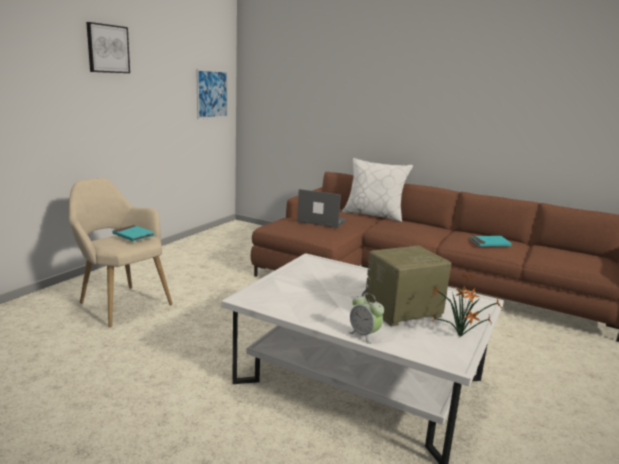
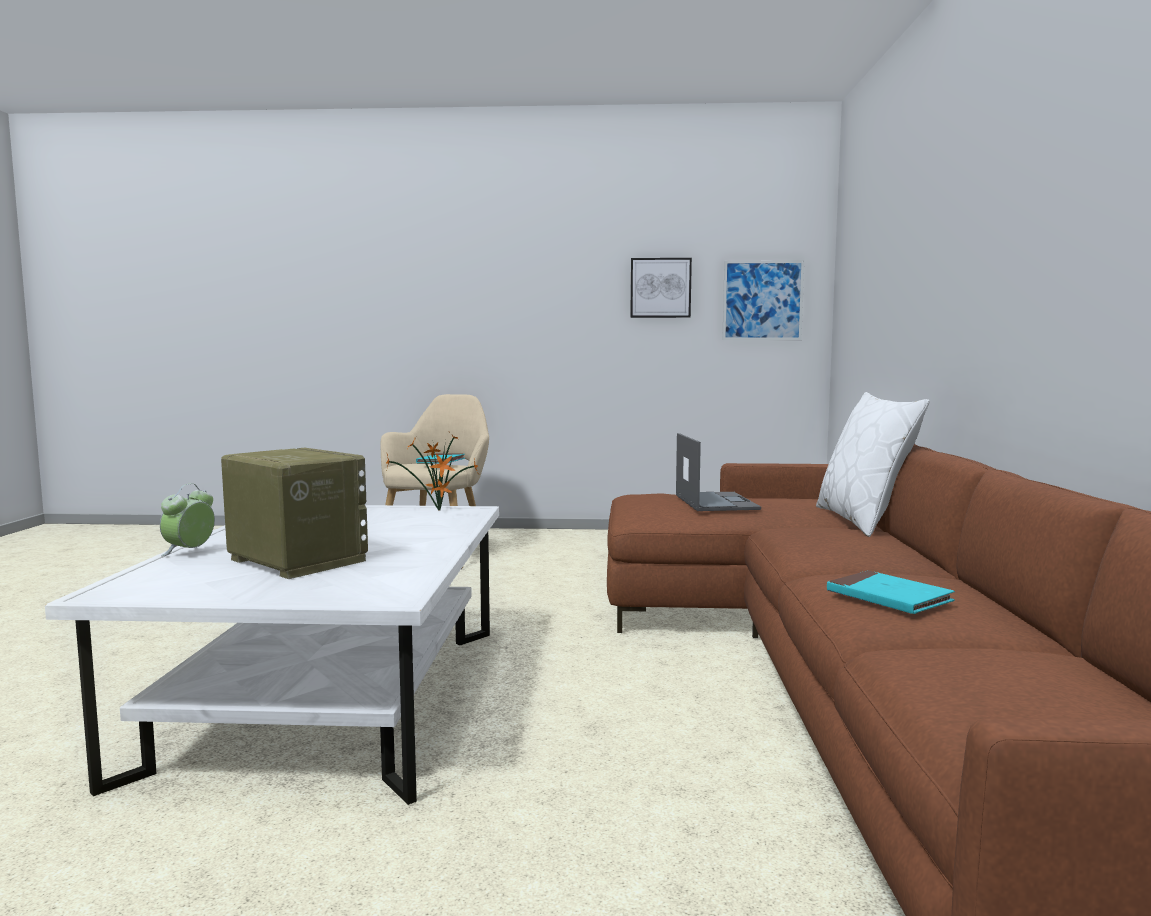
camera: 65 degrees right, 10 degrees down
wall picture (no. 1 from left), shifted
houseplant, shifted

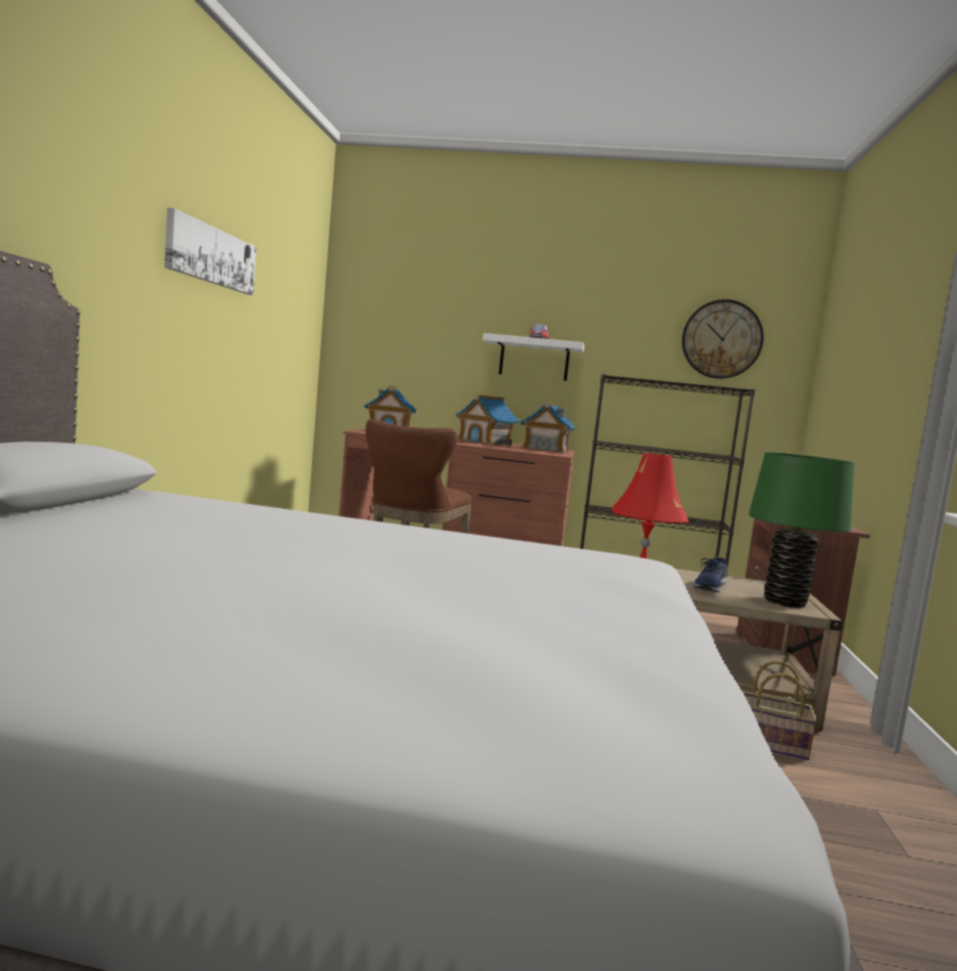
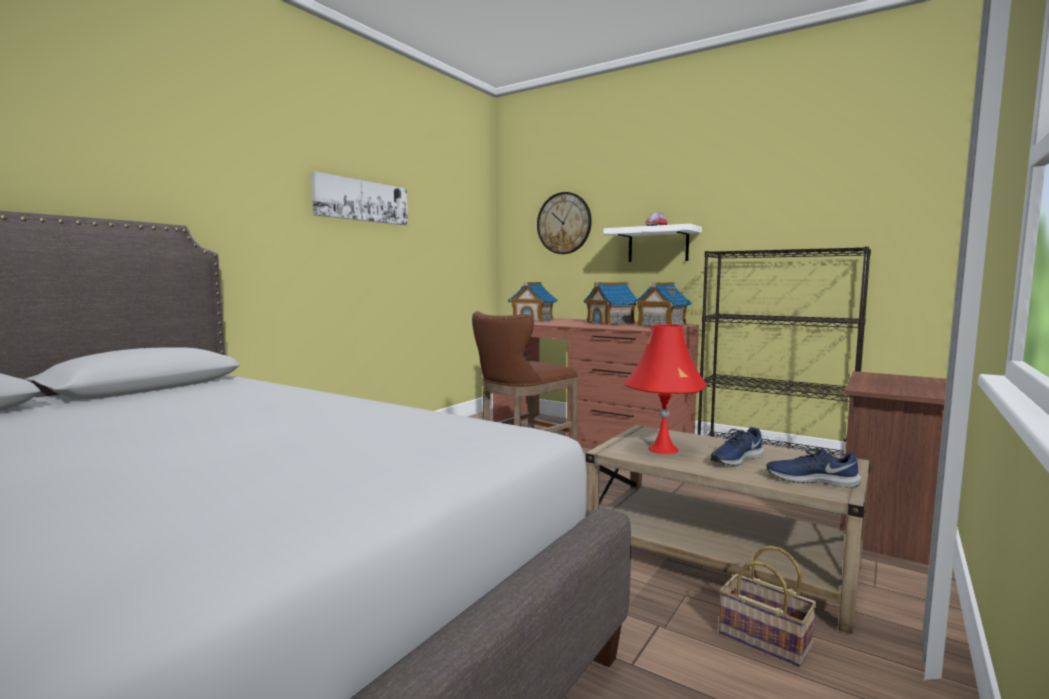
camera: 25 degrees right, 0 degrees up
clock on the wall, shifted
table lamp (greenish) => shoe (bluish) (no. 2 from left)

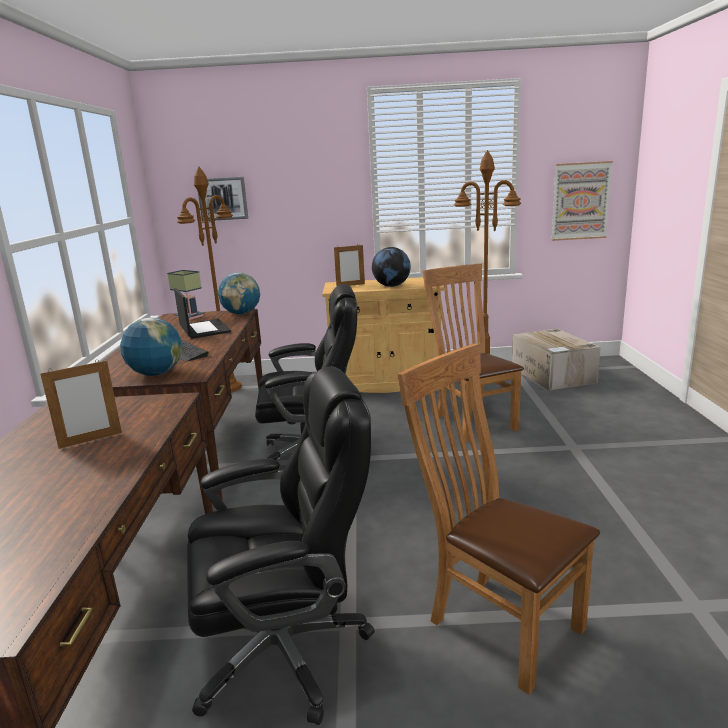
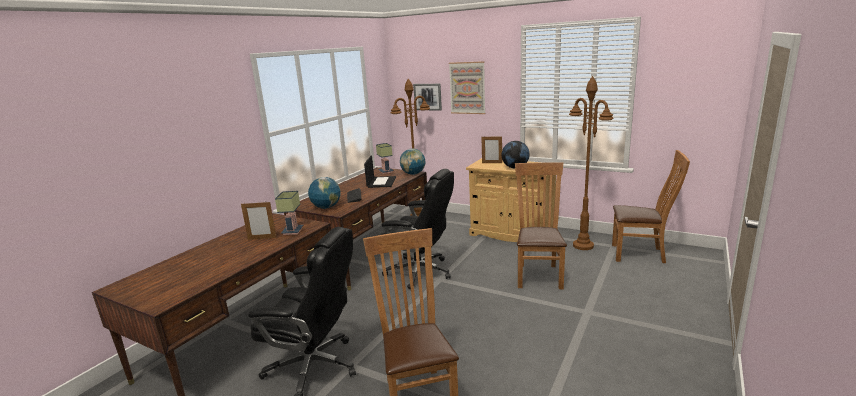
camera: 30 degrees right, 0 degrees up
wall picture (no. 2 from left), shifted
packing box => chair (brownish) (no. 3 from left)
nothing => table lamp (no. 1 from left)

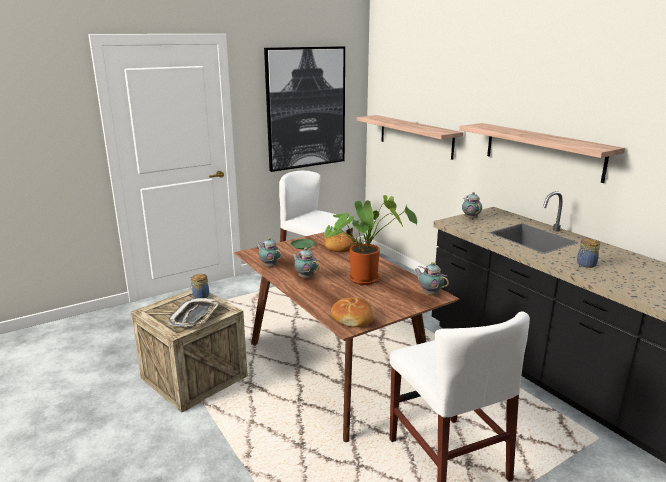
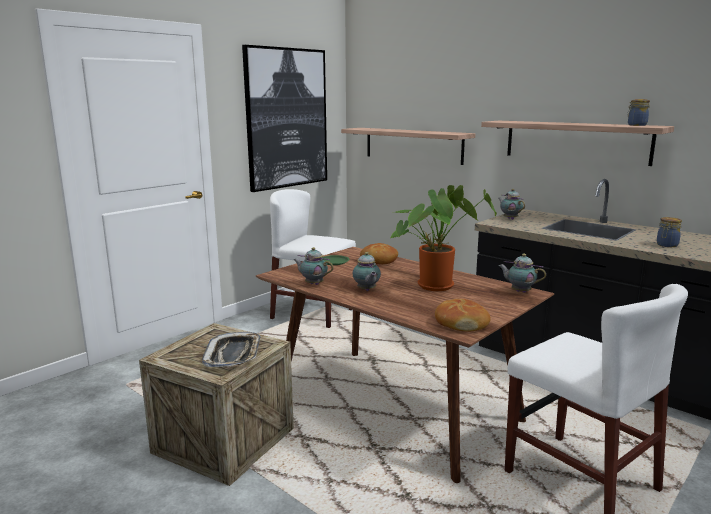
camera: 15 degrees left, 5 degrees down
teapot (no. 2 from left), 135 degrees counterclockwise
storage jar (no. 1 from left), shifted

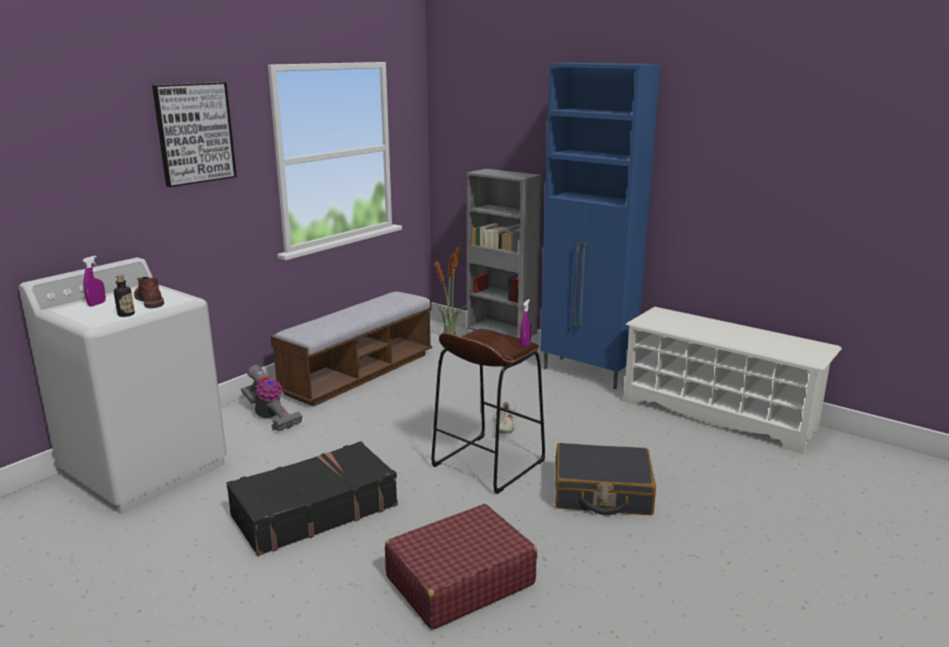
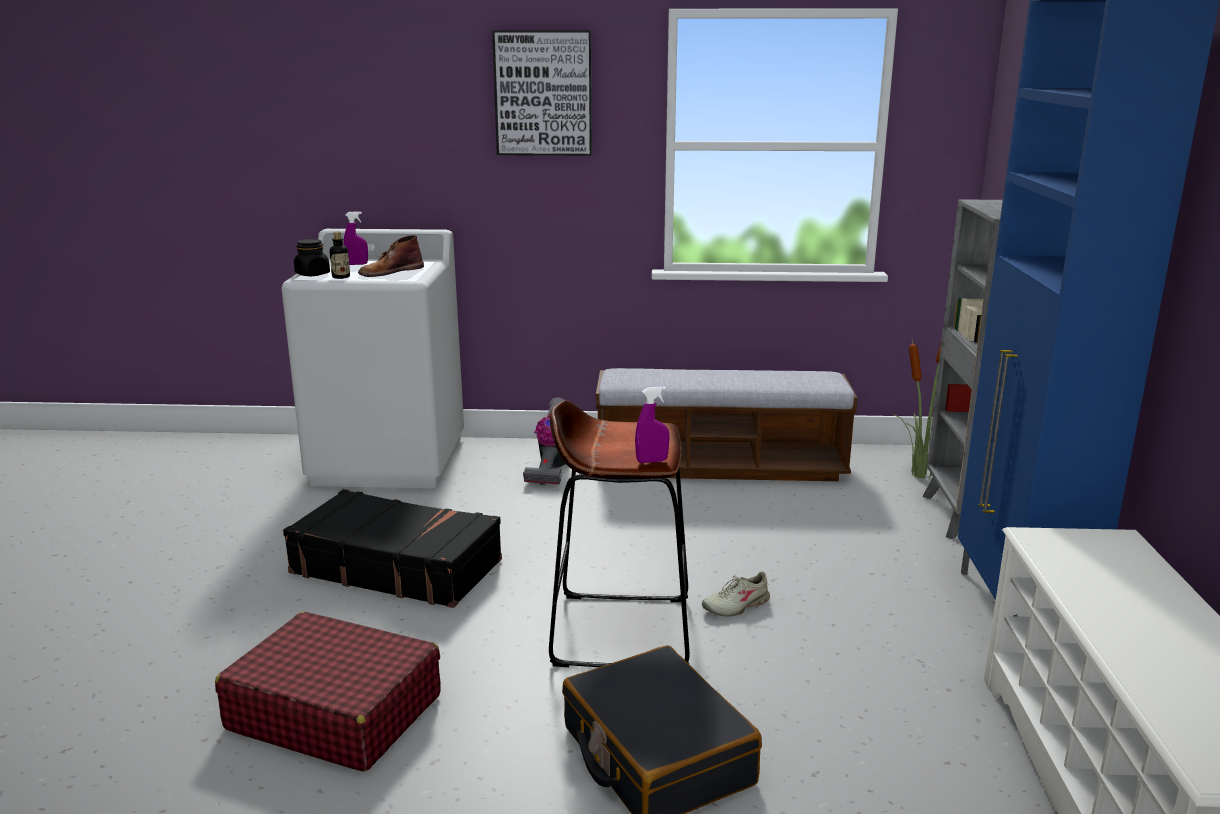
camera: 55 degrees right, 0 degrees up
boot (brownish), 150 degrees counterclockwise
nothing => storage jar (blackish)

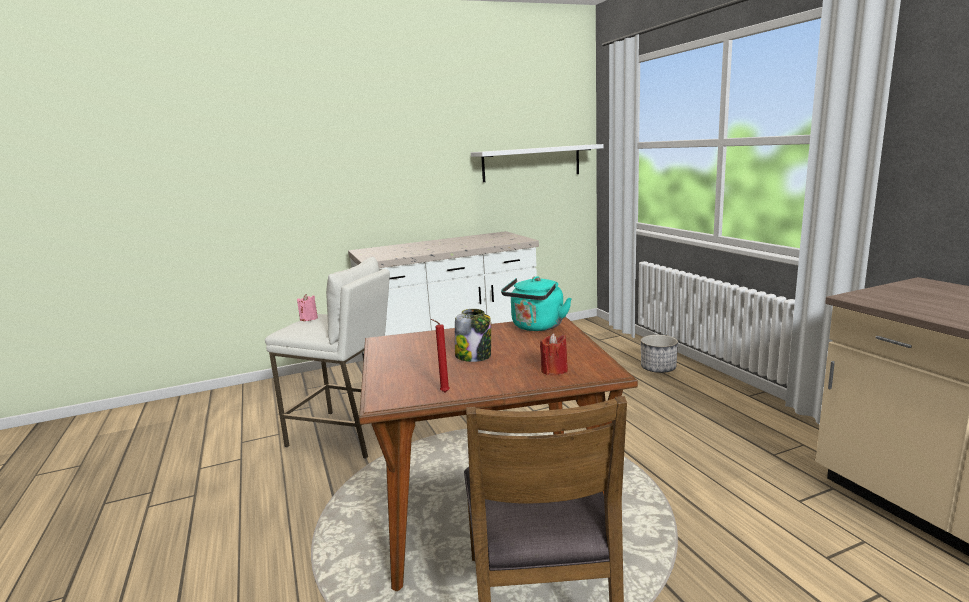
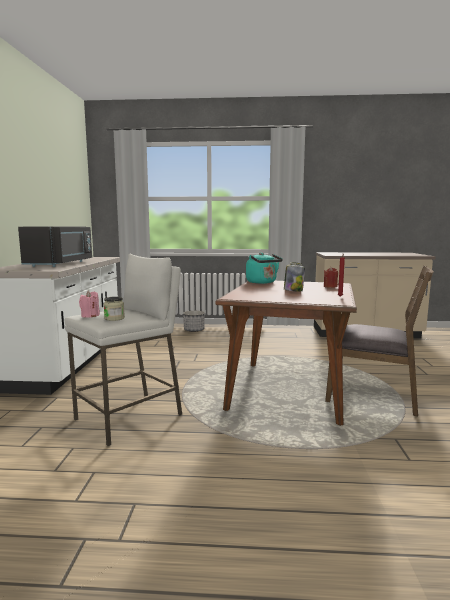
camera: 65 degrees left, 5 degrees down
bracket shelf (white-coloured) => nothing
nothing => microwave (blackish)
nothing => storage jar (no. 1 from left)

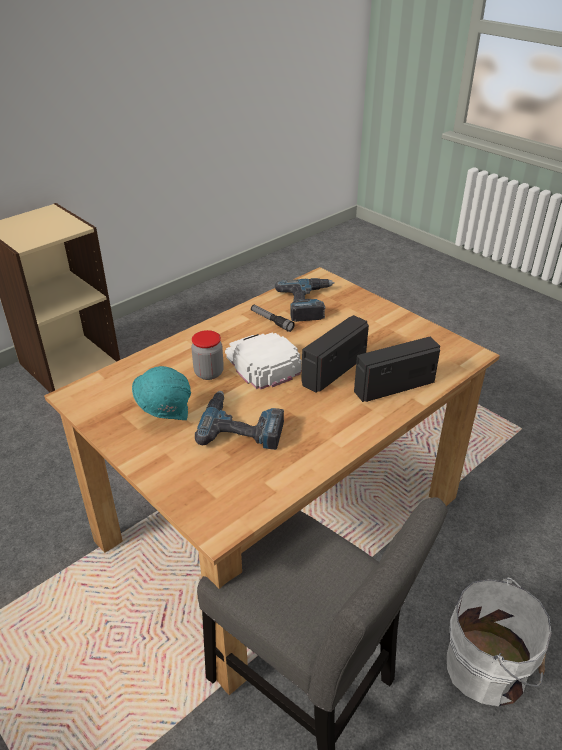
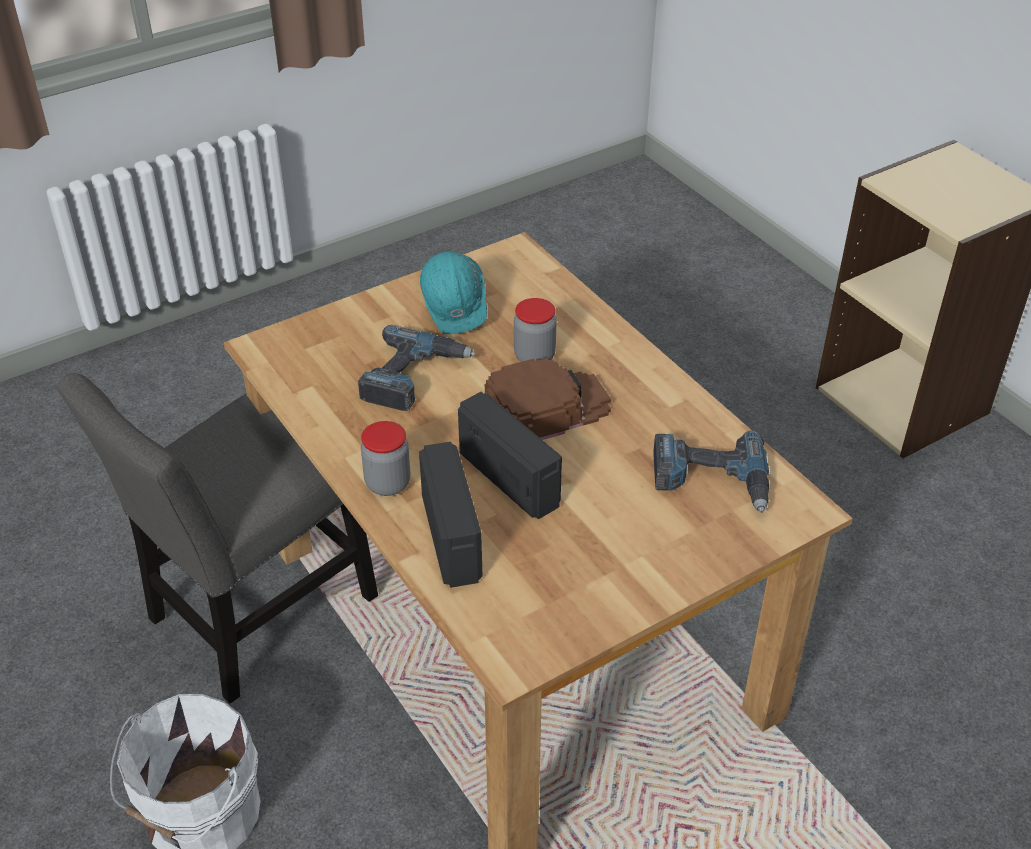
camera: 100 degrees right, 5 degrees up
flashlight => nothing
cap (white-coloured) => cap (brownish)
nothing => storage jar (no. 1 from left)

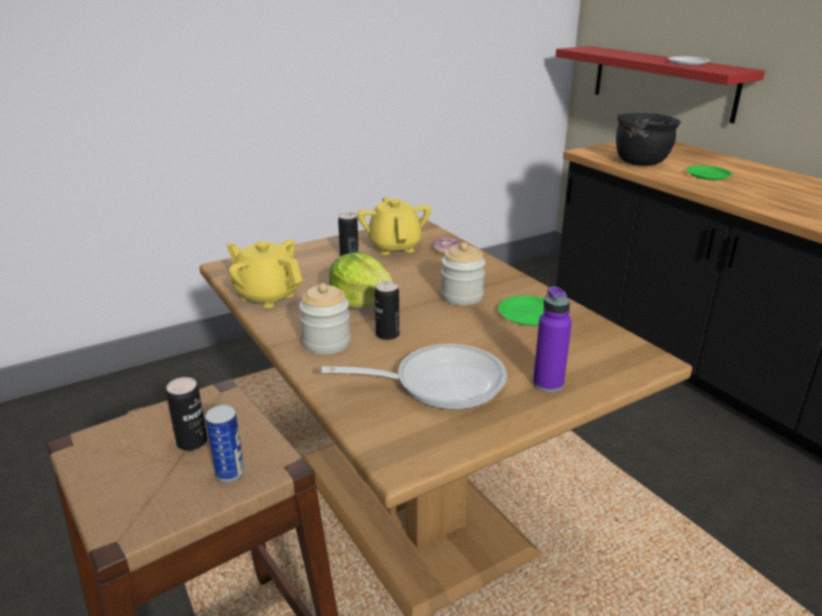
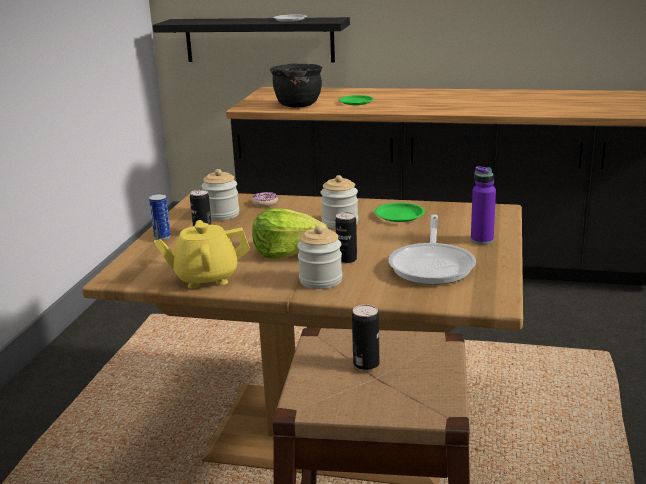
camera: 45 degrees left, 5 degrees down
bracket shelf (red-coloured) => bracket shelf (blackish)
teapot (yellowish) (no. 2 from left) => storage jar (no. 1 from left)
frying pan, 150 degrees clockwise
metal can (no. 2 from left in the first image) => metal can (no. 1 from left), shifted

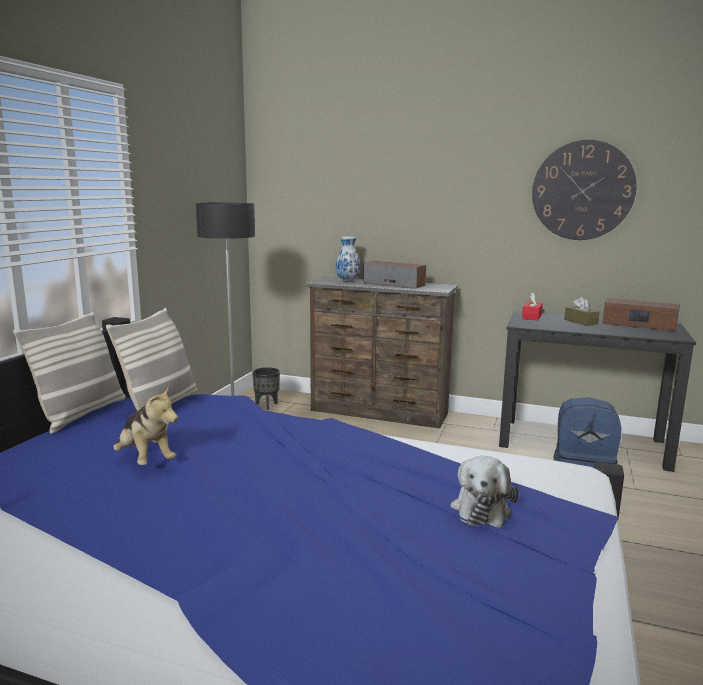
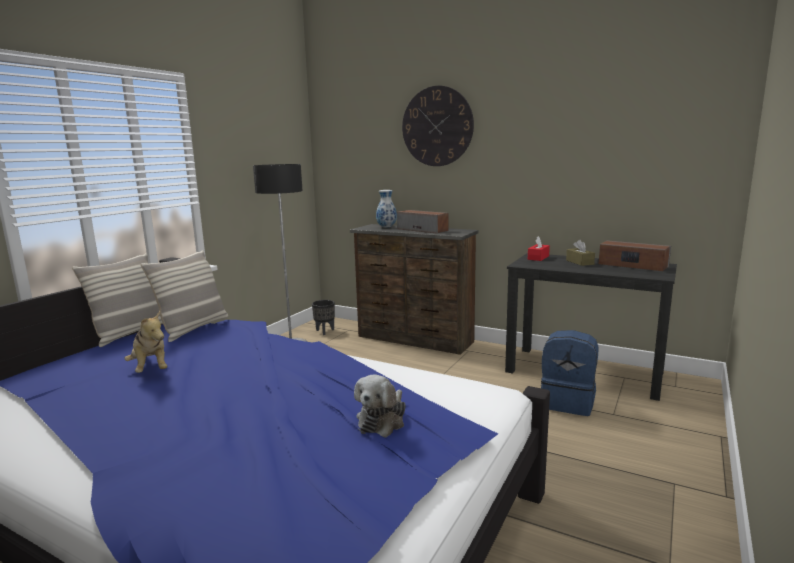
camera: 10 degrees right, 0 degrees up
clock on the wall, shifted

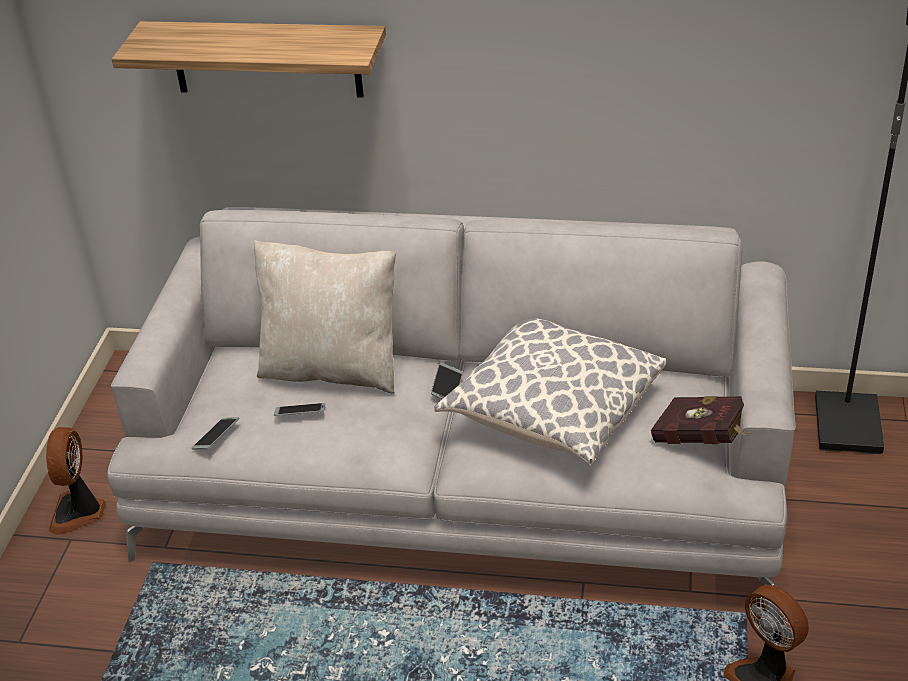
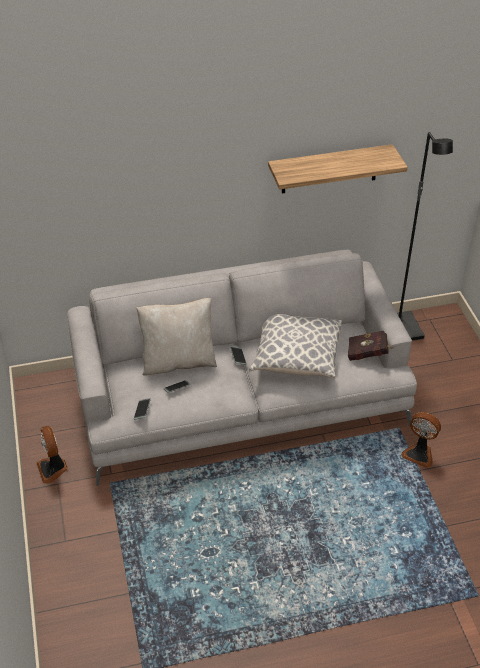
camera: 25 degrees left, 5 degrees up
bracket shelf, shifted

